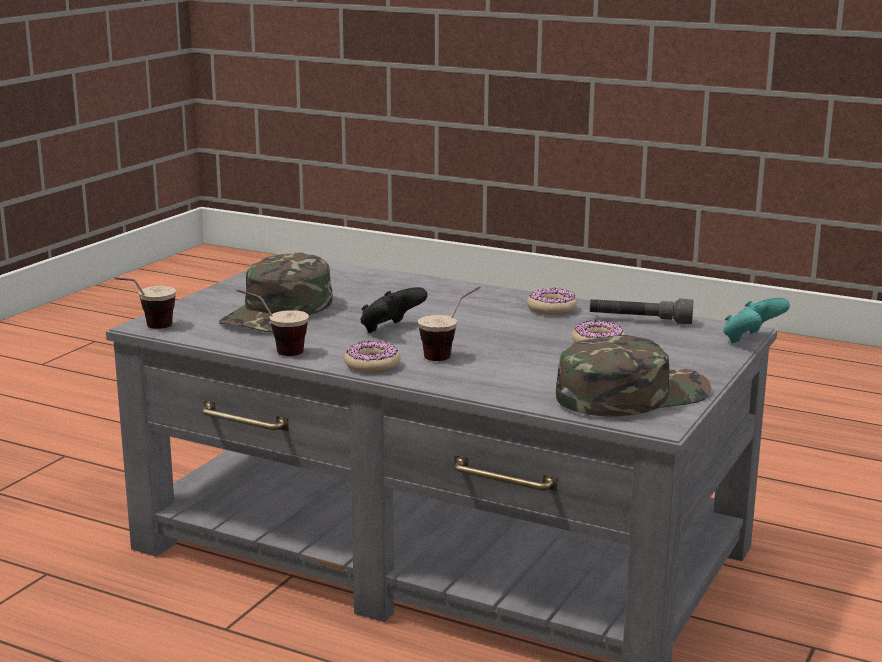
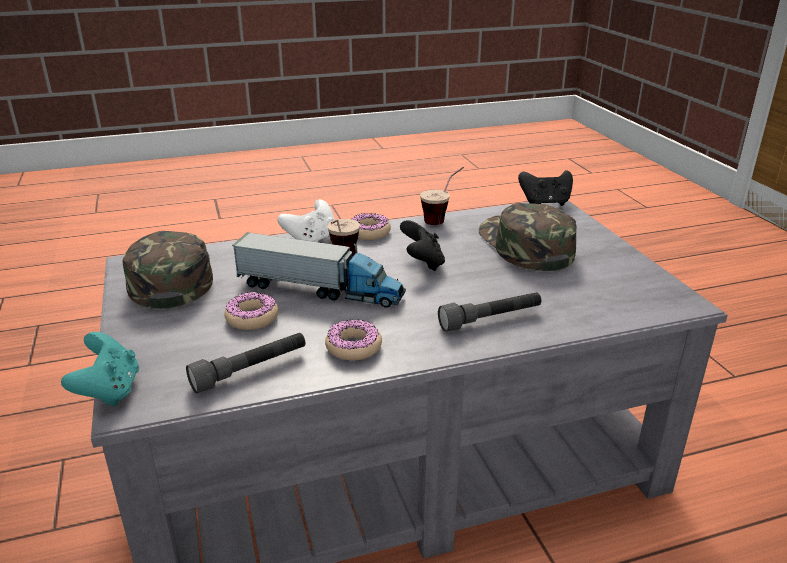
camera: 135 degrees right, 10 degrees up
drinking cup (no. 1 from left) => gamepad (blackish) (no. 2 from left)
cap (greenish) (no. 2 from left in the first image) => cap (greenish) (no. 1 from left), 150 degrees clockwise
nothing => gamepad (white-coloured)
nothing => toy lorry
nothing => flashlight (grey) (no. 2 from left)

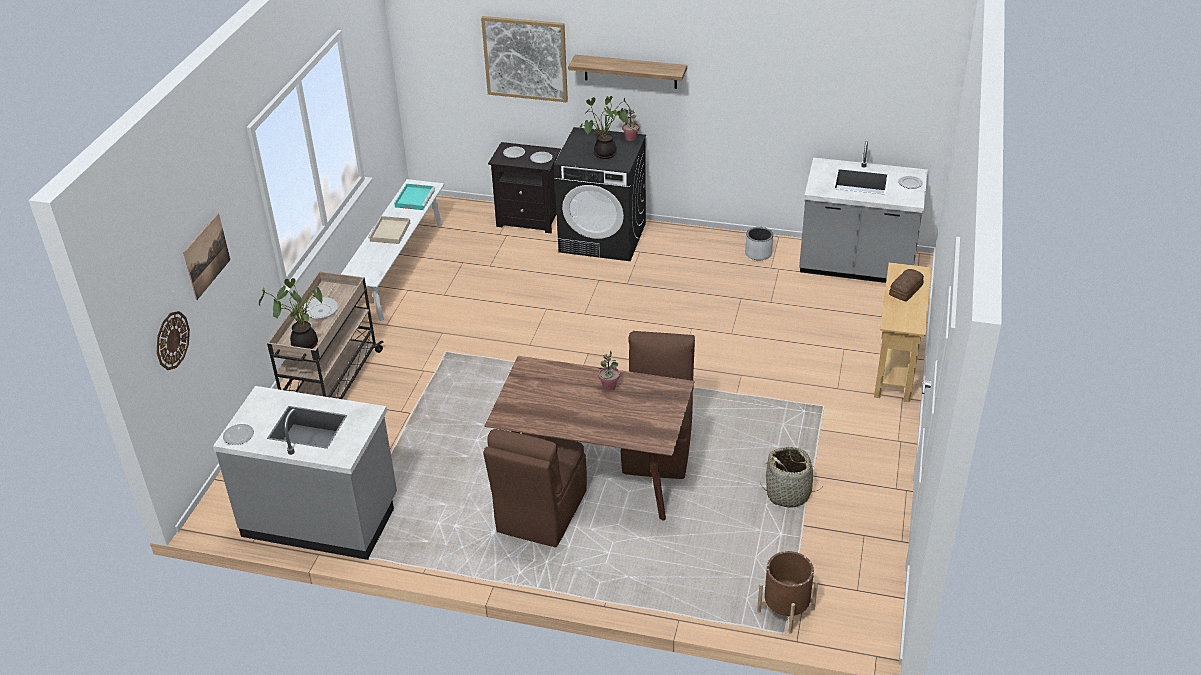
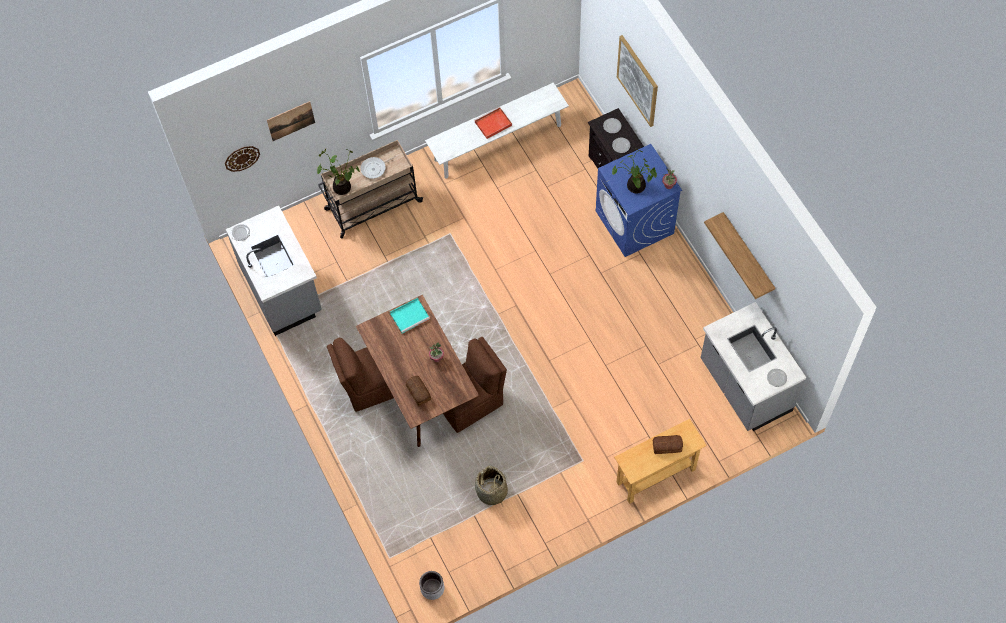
camera: 50 degrees right, 25 degrees up
bracket shelf, shifted
laundry machine (blackish) => laundry machine (bluish)
serving tray (turquoise-coloured), shifted
serving tray (sand-coloured) => serving tray (red-coloured)
plant pot (grey), shifted
plant pot (brownish) => nothing
nothing => bakery bread (no. 1 from left)

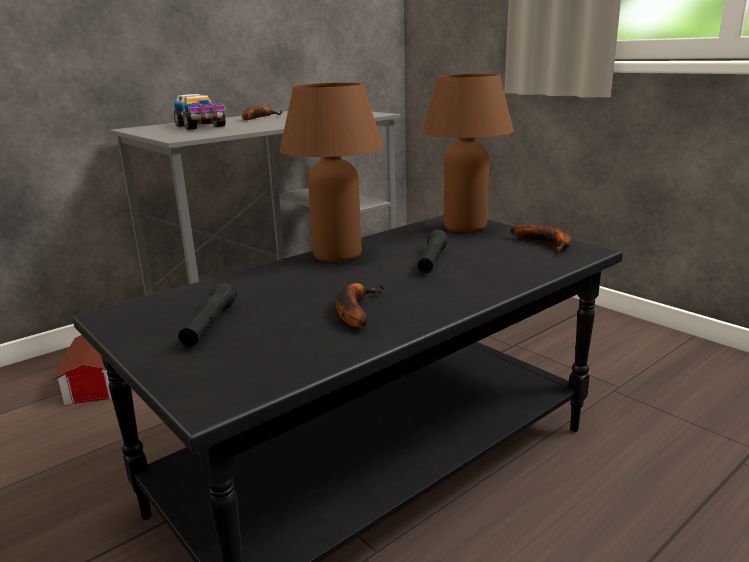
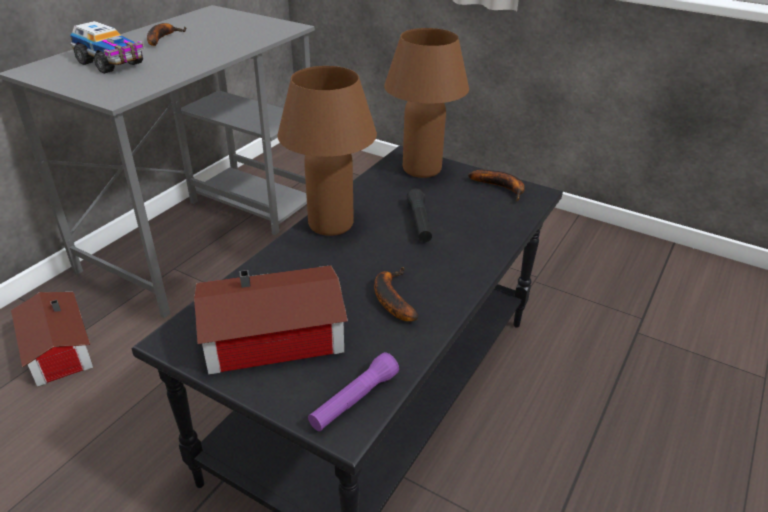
camera: 20 degrees left, 15 degrees up
flashlight (blackish) (no. 1 from left) => miniature house (no. 2 from left)
nothing => flashlight (purple-coloured)

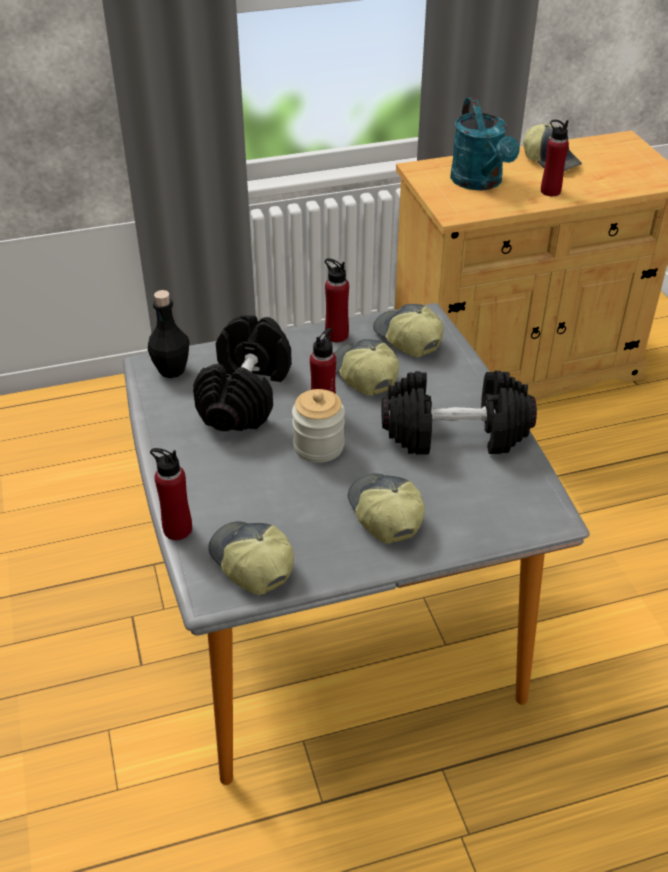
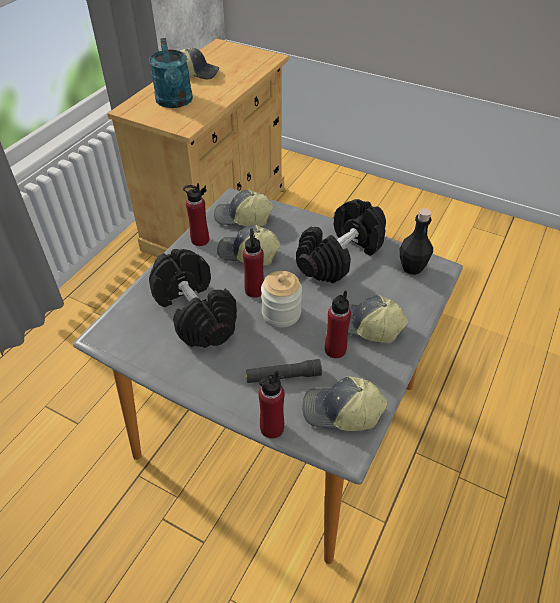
camera: 45 degrees left, 5 degrees up
sprinkling can (turquoise-coloured), 45 degrees clockwise
bottle (red-coloured) (no. 4 from left), shifted
bottle (blackish), shifted
nothing => flashlight (blackish)

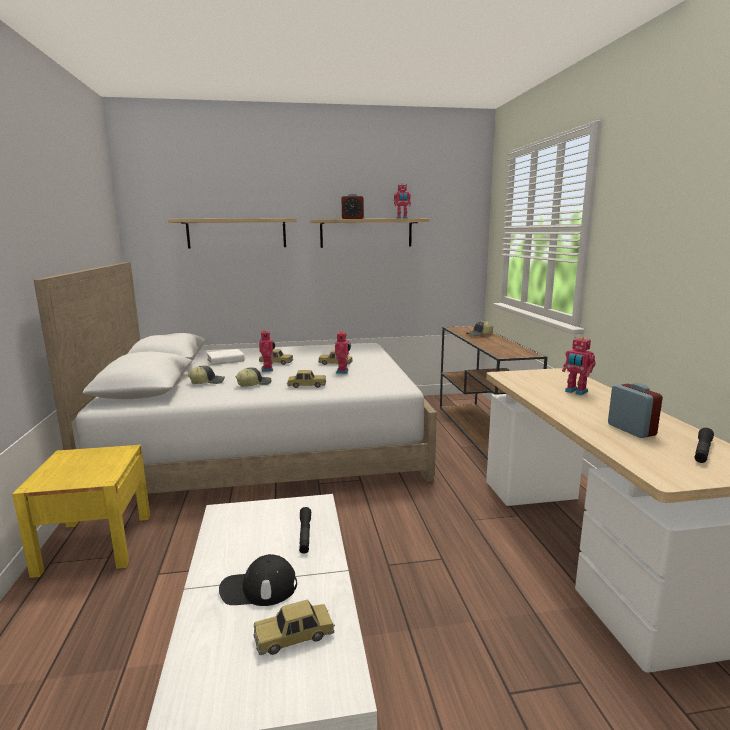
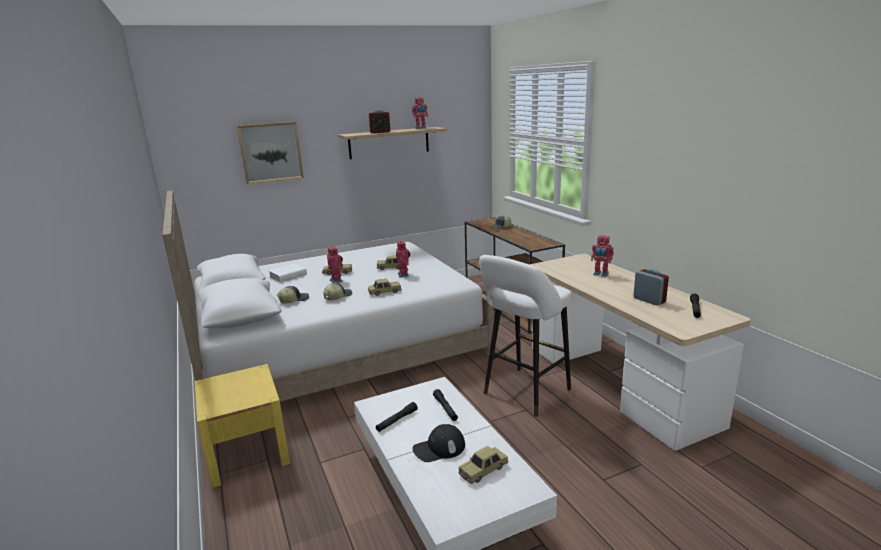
camera: 15 degrees left, 5 degrees up
bracket shelf (no. 1 from left) => wall picture
nothing => sitting stool (white-coloured)
nothing => flashlight (blackish) (no. 1 from left)

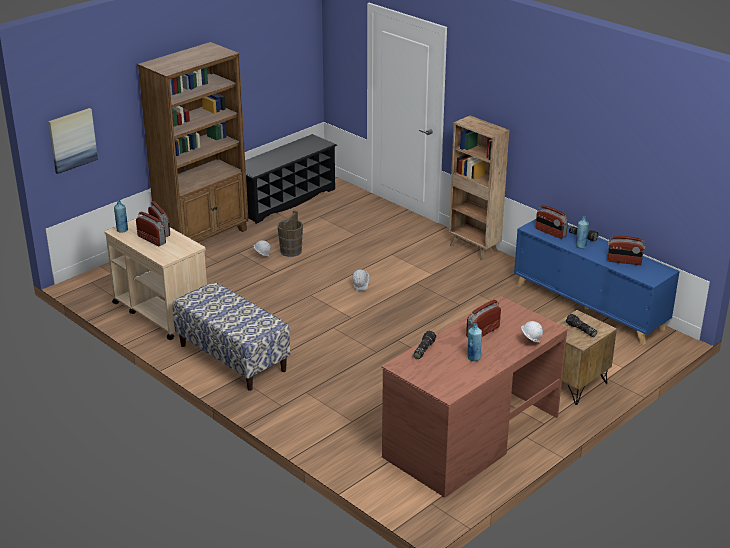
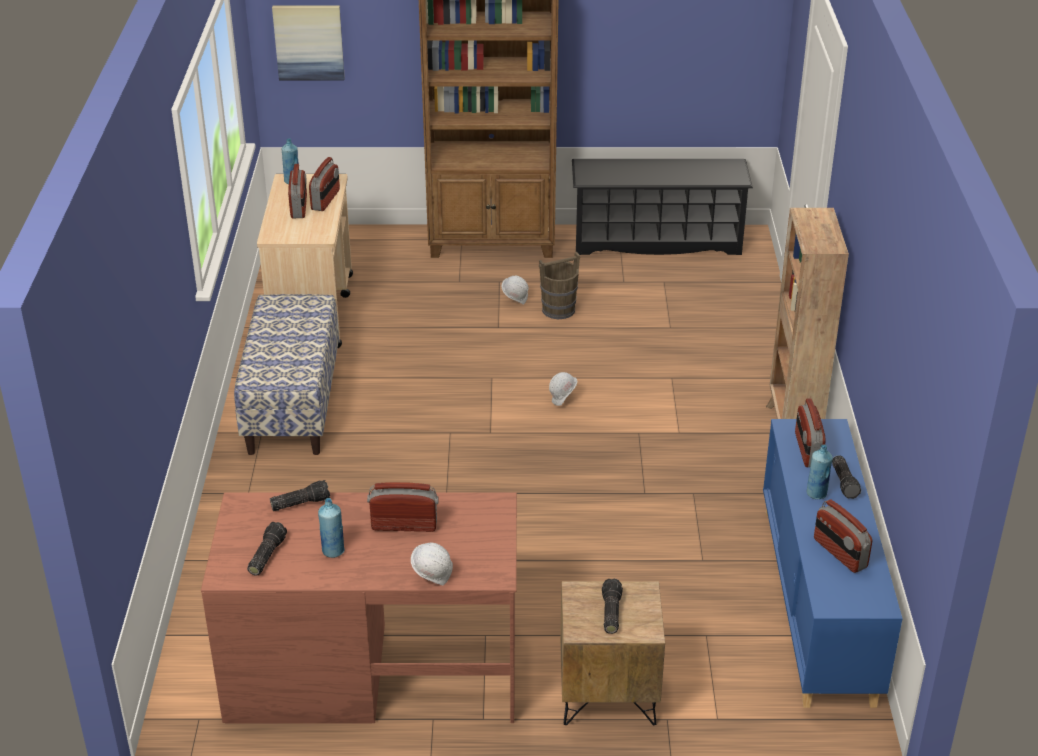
camera: 45 degrees right, 5 degrees up
nothing => flashlight (no. 1 from left)

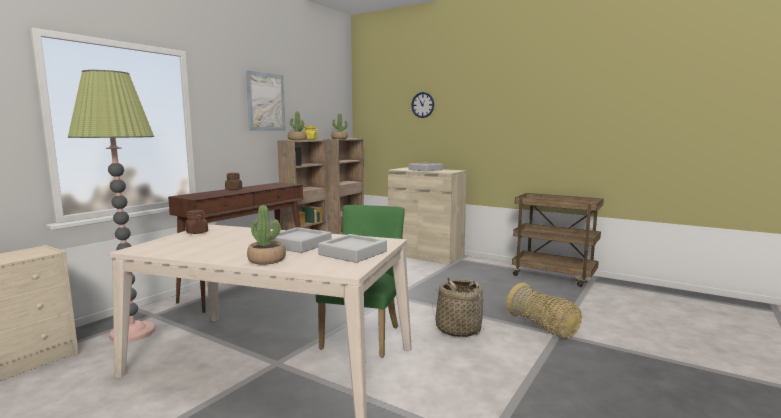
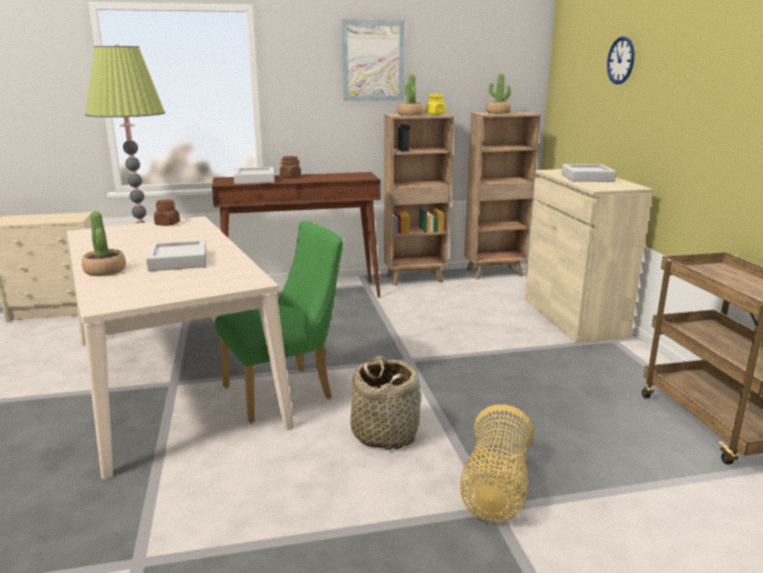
camera: 45 degrees right, 10 degrees up
serving tray (grey) (no. 2 from left), shifted

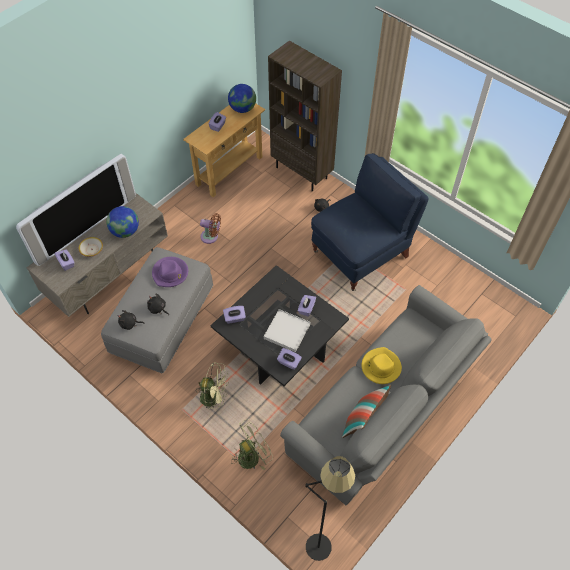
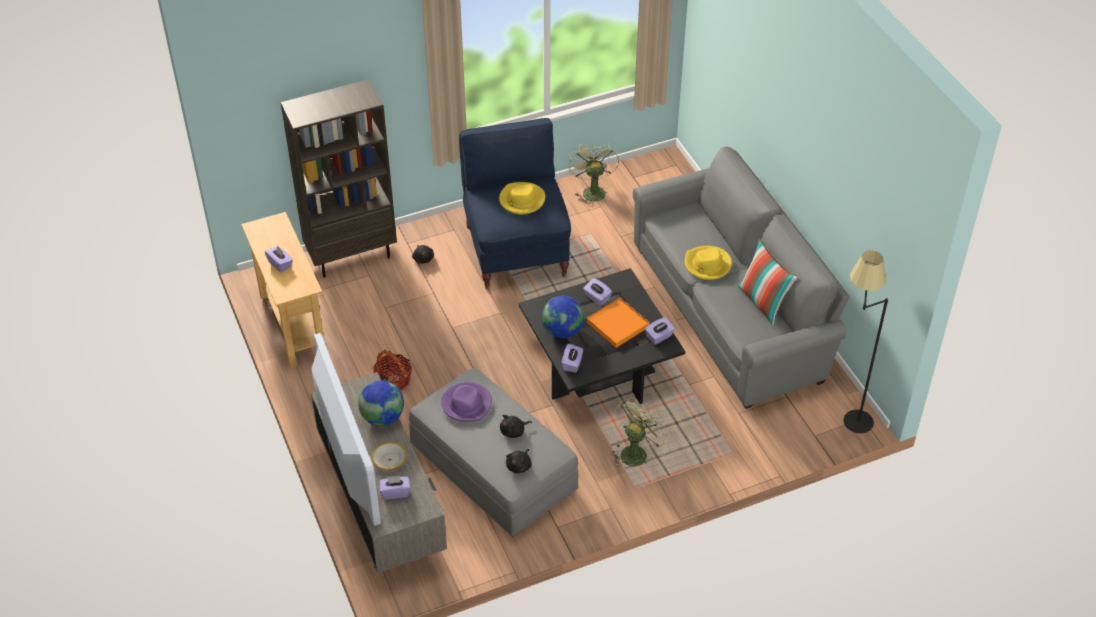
camera: 65 degrees left, 10 degrees down
world globe (no. 2 from left), shifted
fan (brownish) => storage basket
serving tray (white-coloured) => serving tray (orangey)
fan (greenish) (no. 2 from left in the first image) => fan (greenish) (no. 1 from left), shifted
nothing => clothing hat (yellowish) (no. 1 from left)

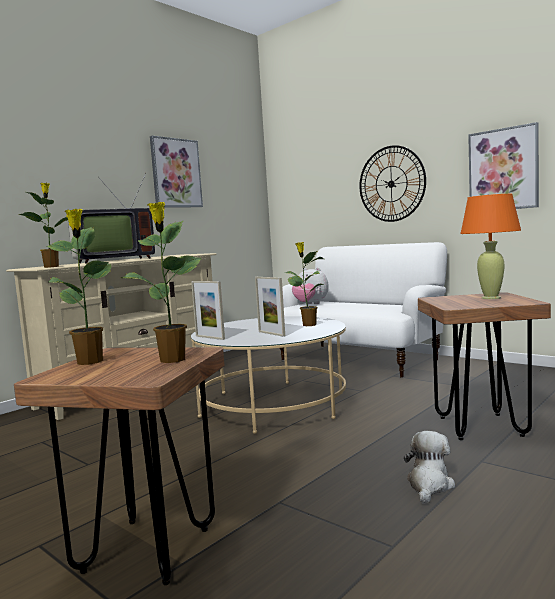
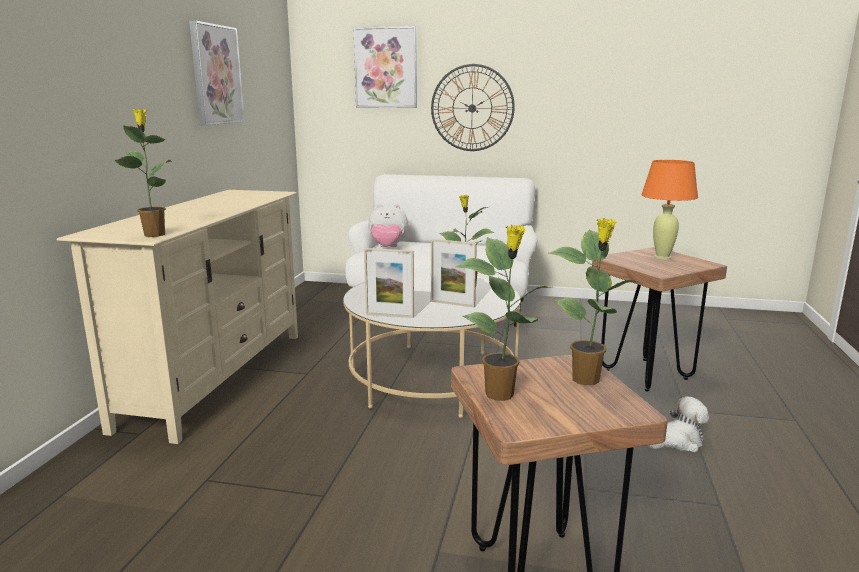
camera: 30 degrees left, 10 degrees up
wall picture (no. 2 from left), shifted
TV => nothing
cuddly toy (no. 2 from left), 75 degrees clockwise

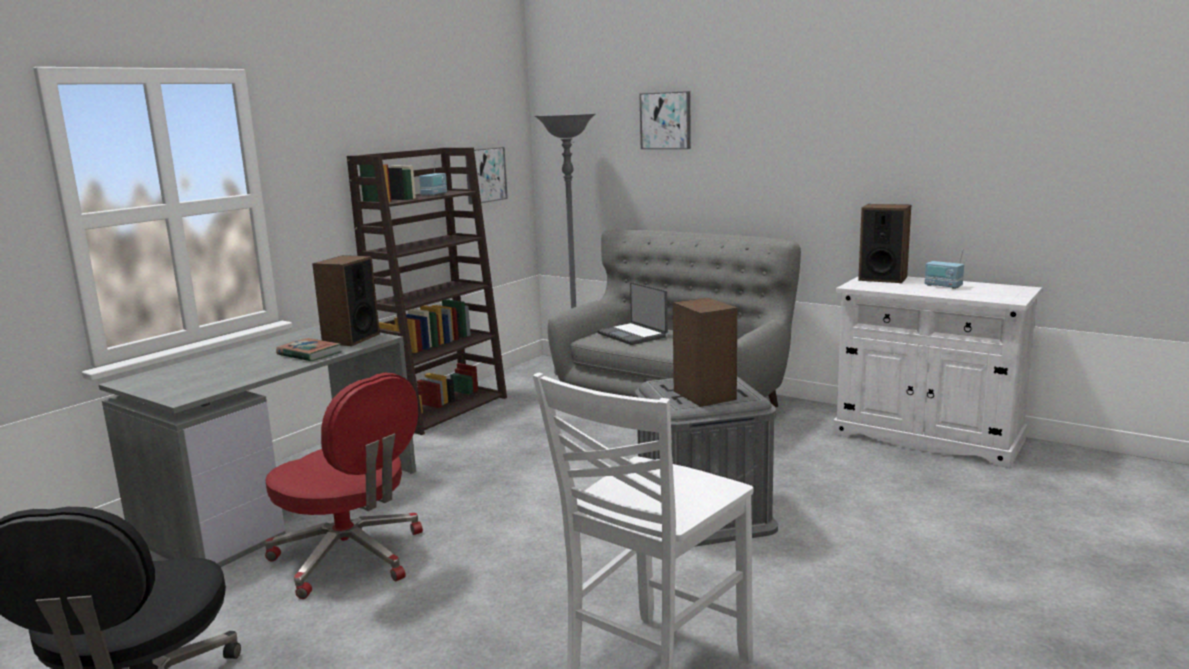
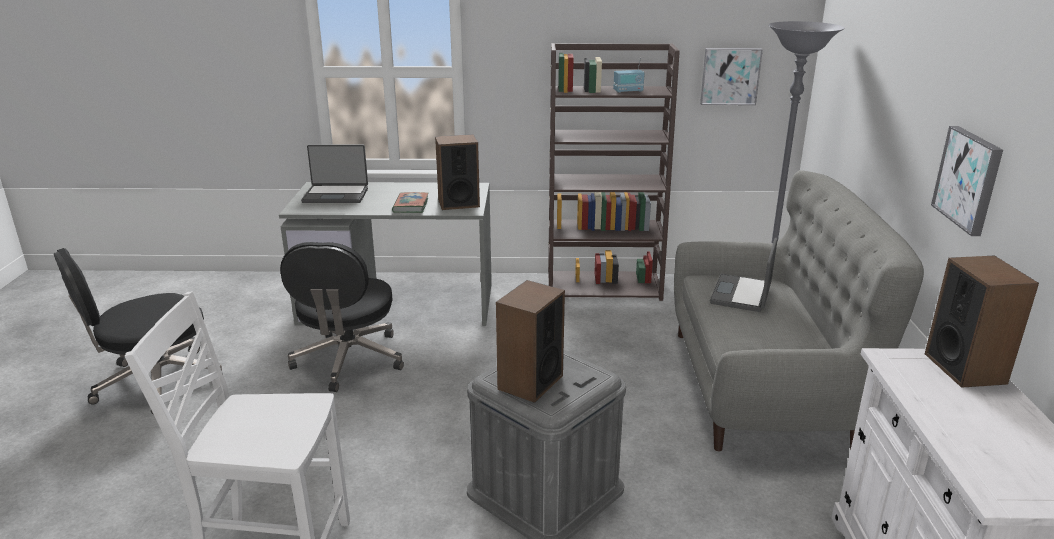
camera: 55 degrees right, 10 degrees up
wall picture (no. 2 from left), shifted
radio receiver (no. 2 from left) => nothing
desk chair (red-coloured) => desk chair (blackish) (no. 2 from left)
nothing => notebook computer (no. 1 from left)

